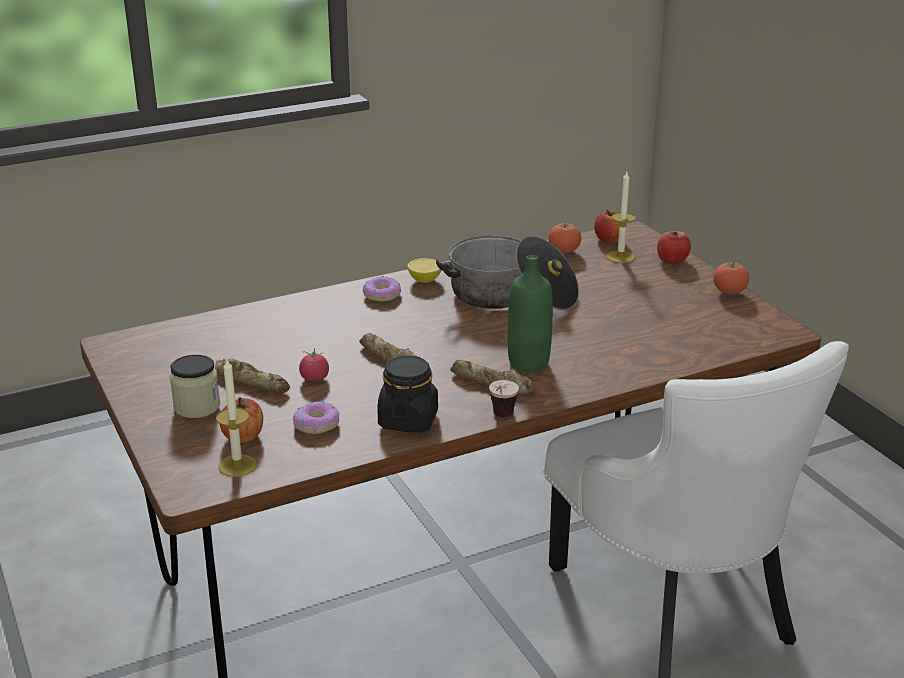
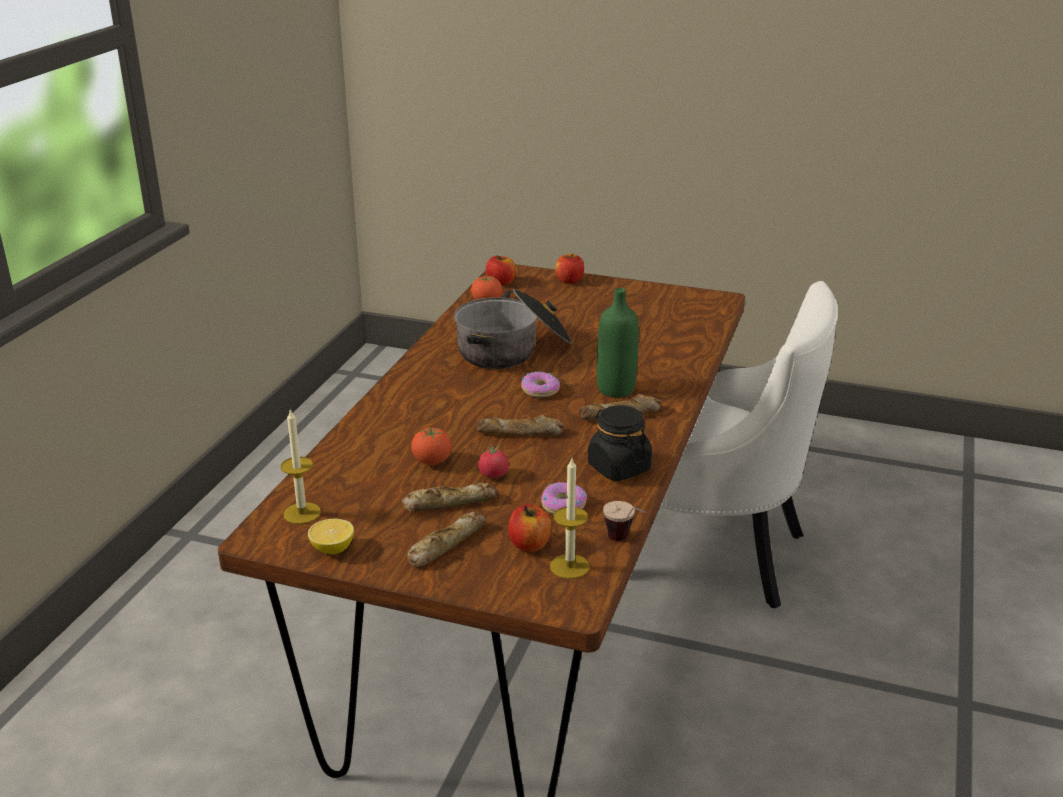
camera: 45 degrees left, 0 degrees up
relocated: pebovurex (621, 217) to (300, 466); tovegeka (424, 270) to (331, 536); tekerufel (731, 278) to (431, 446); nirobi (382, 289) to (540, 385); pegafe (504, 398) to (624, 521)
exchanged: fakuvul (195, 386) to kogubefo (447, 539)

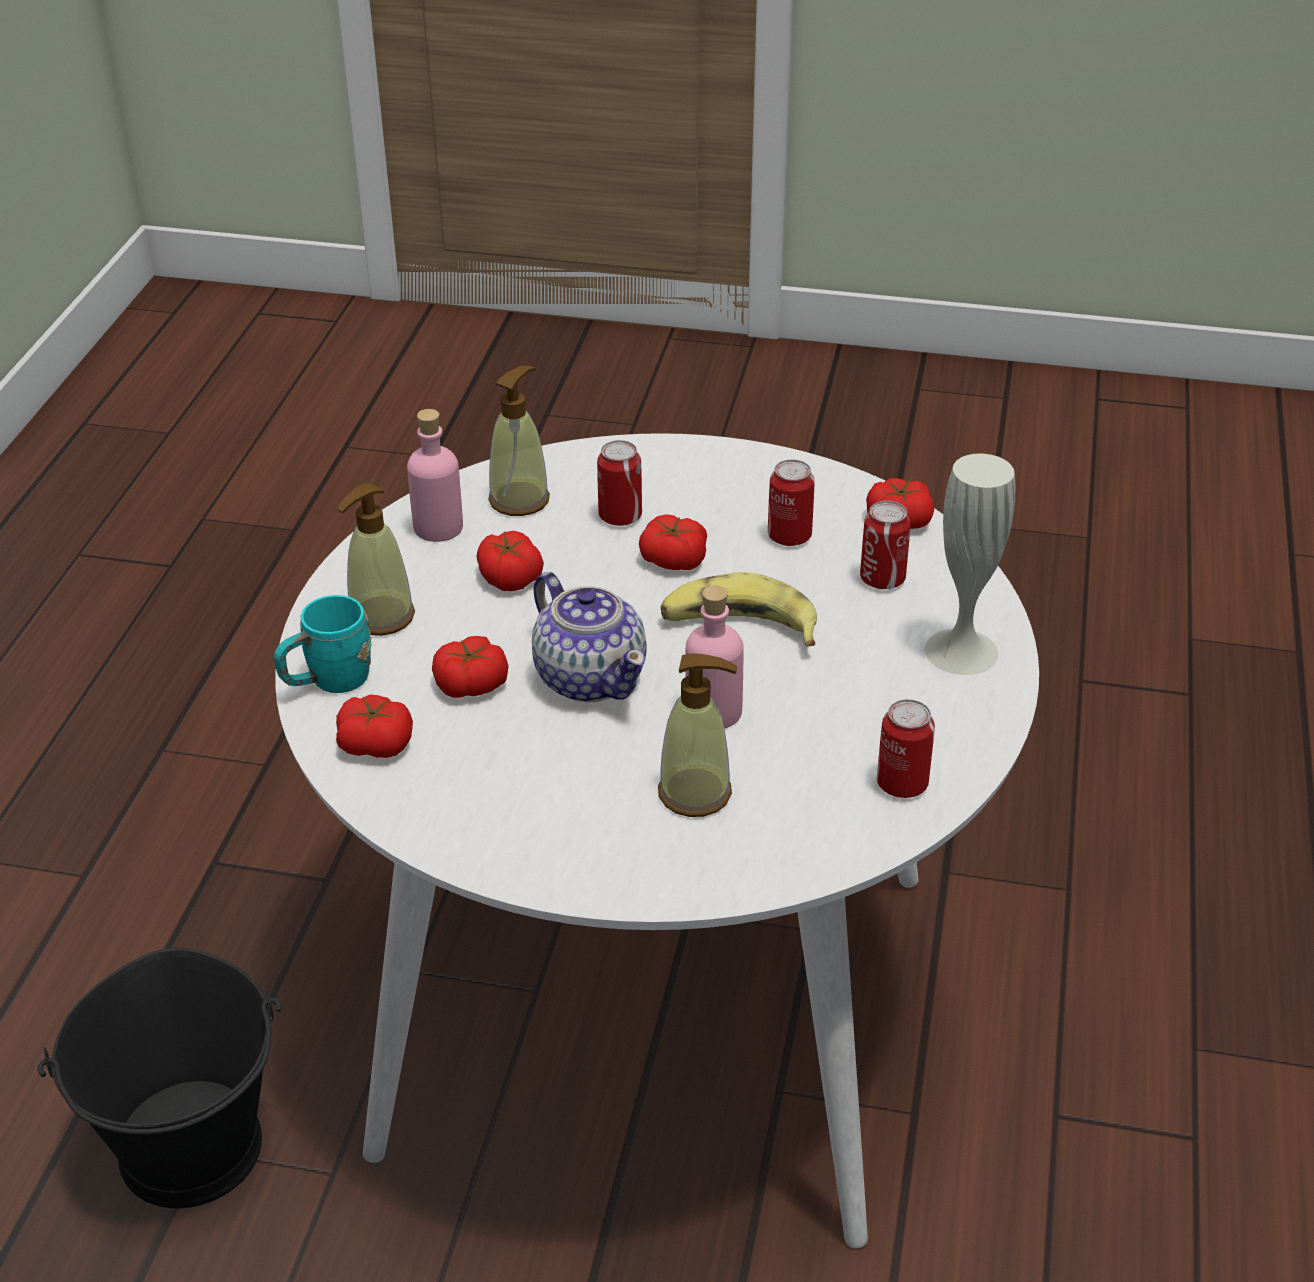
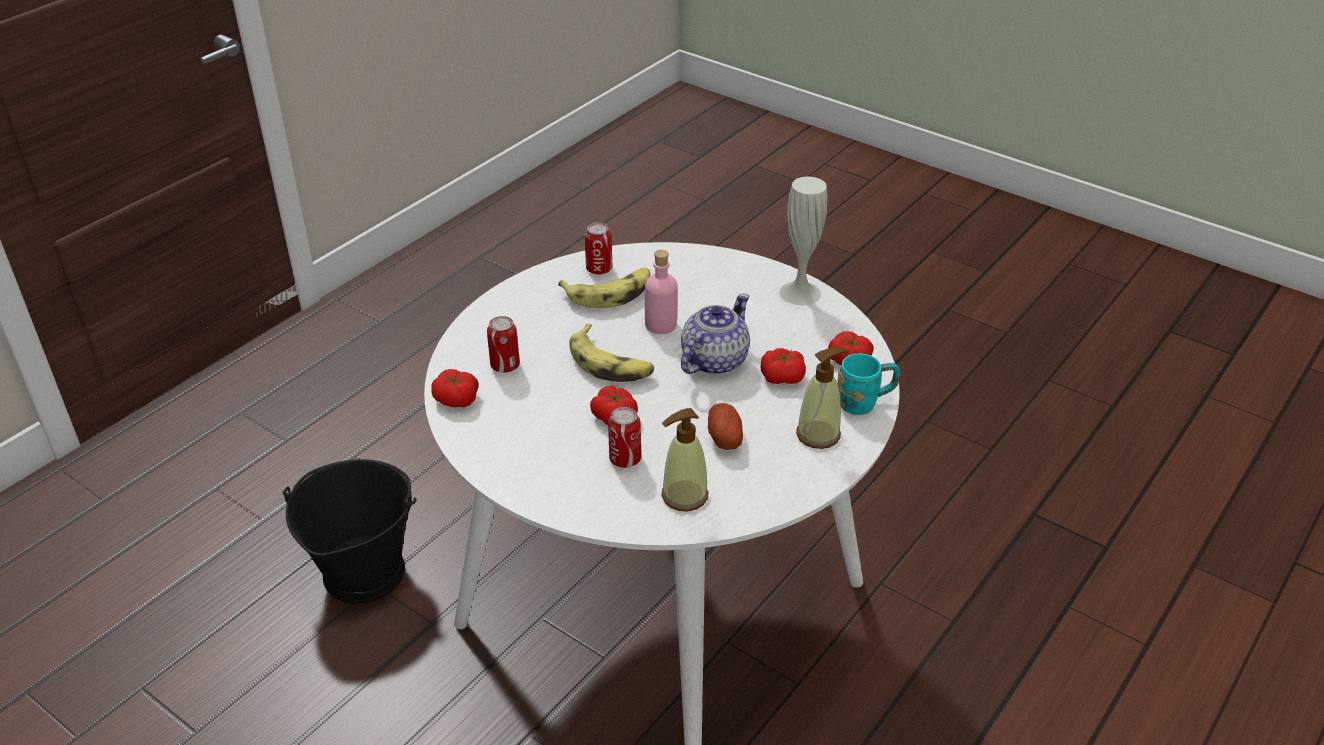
camera: 155 degrees left, 0 degrees up
missing: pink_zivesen (435, 475); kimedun (791, 502); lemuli (698, 735)
appeared: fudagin (604, 288)
relocated: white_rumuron (970, 564) to (803, 241); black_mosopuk (160, 1078) to (349, 531)
exchanged: tekerufel (510, 561) to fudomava (725, 426)
spun: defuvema (589, 637) = (715, 334) 45 degrees clockwise

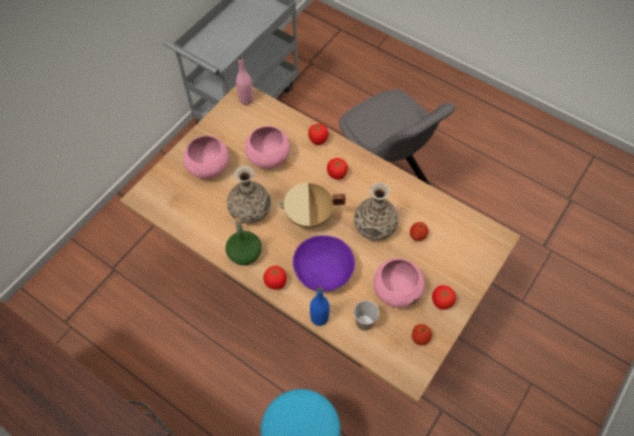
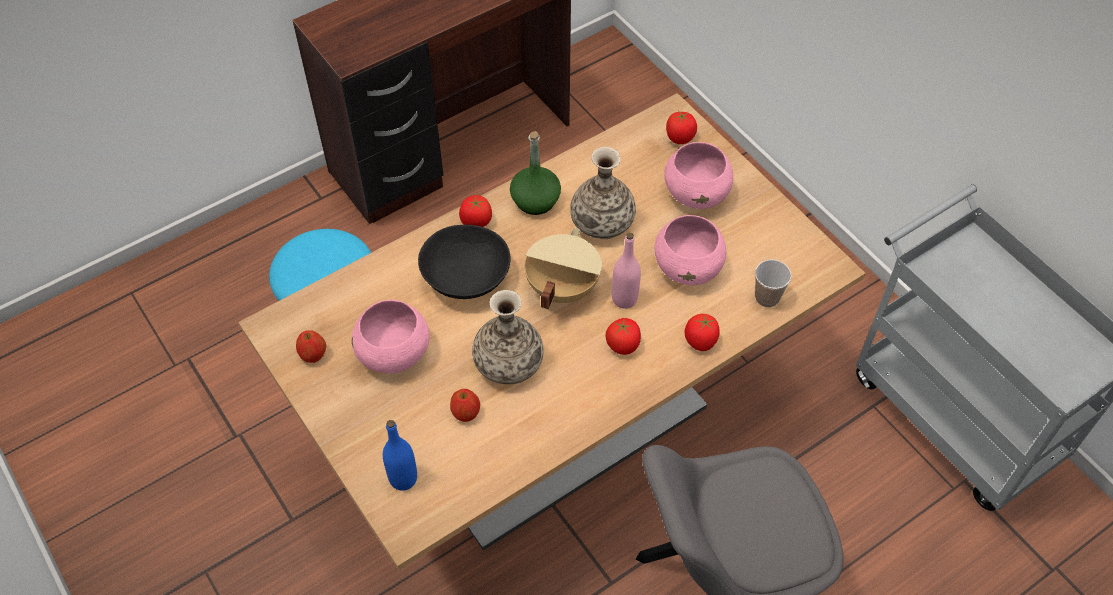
camera: 110 degrees right, 5 degrees down
relocated: pink_zivesen (245, 80) to (626, 271); tekerufel (444, 297) to (681, 127); blue_zivesen (320, 306) to (400, 455); pegafe (366, 315) to (773, 283)
colour: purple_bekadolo (324, 263) to black_bekadolo (464, 262)

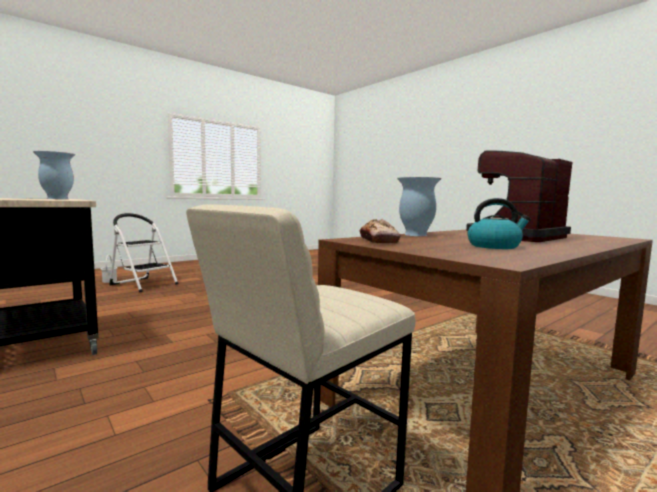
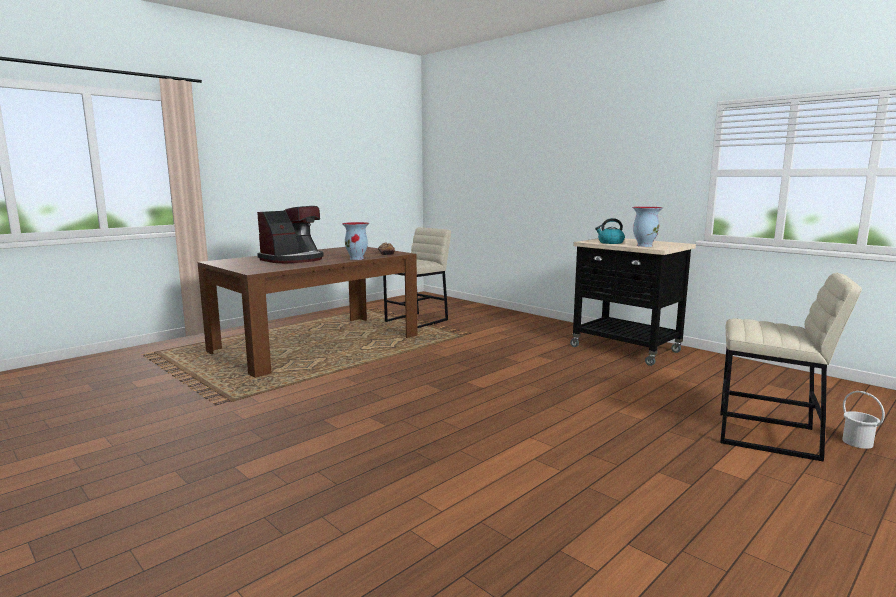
camera: 175 degrees right, 5 degrees up
relocated: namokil (499, 223) to (610, 231)
exchanged: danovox (144, 252) to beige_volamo (791, 367)

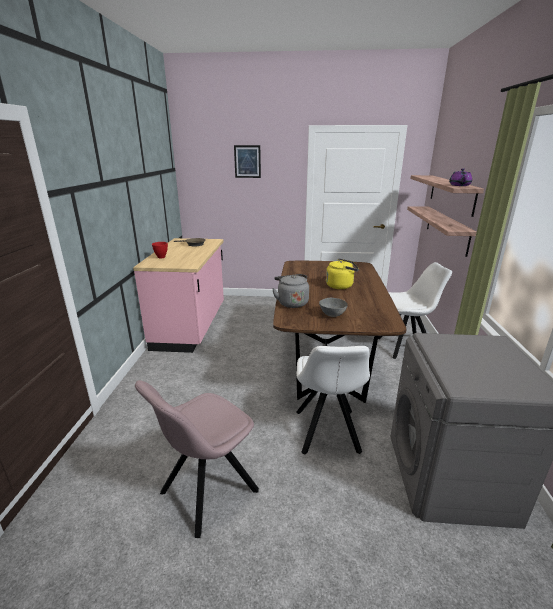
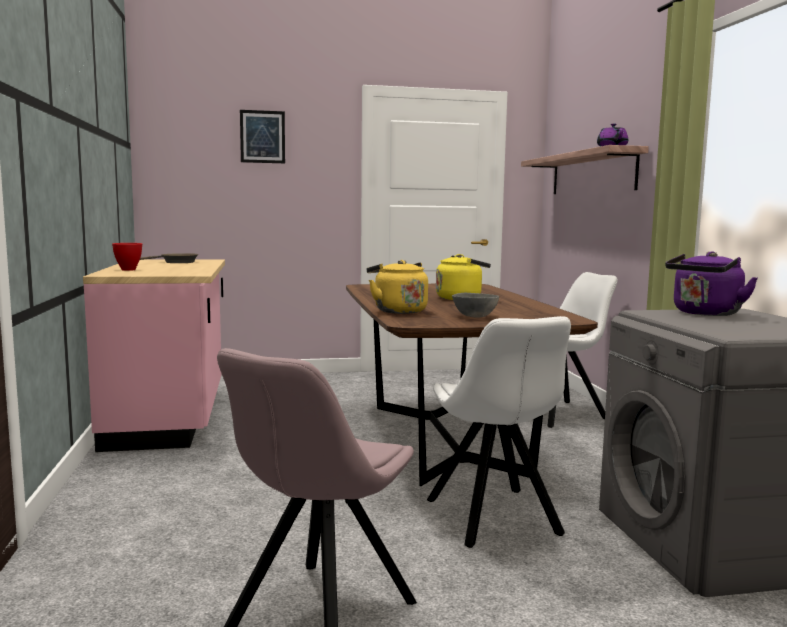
camera: 15 degrees left, 15 degrees down
missing: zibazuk (442, 231)
appeared: purple_namokil (711, 283)
colour: grey_namokil (290, 291) to yellow_namokil (397, 287)

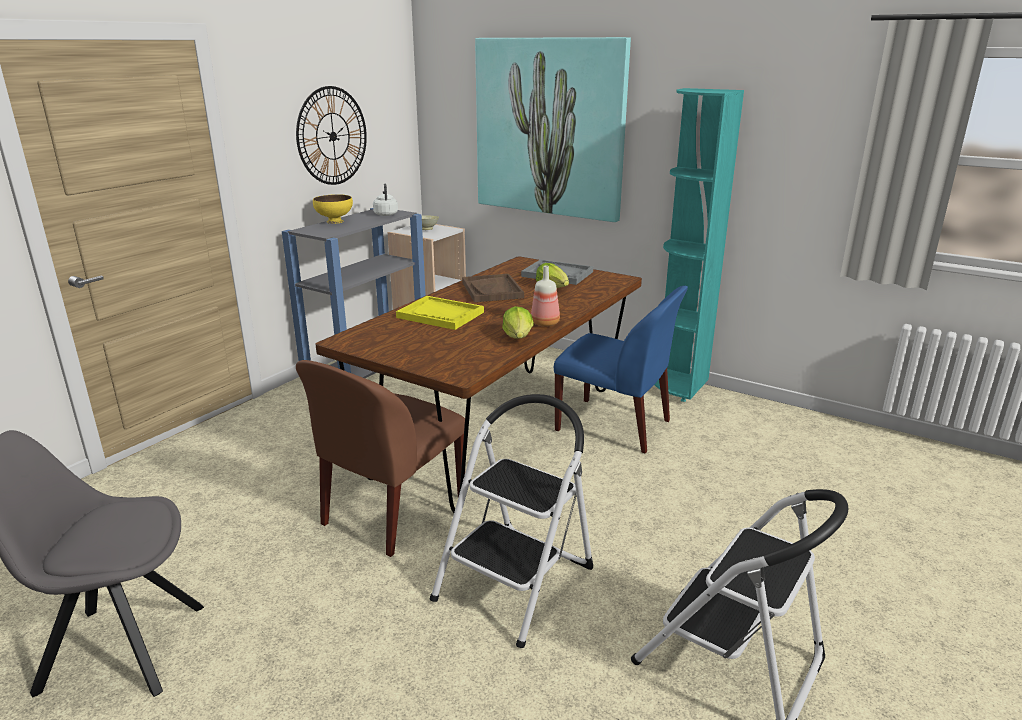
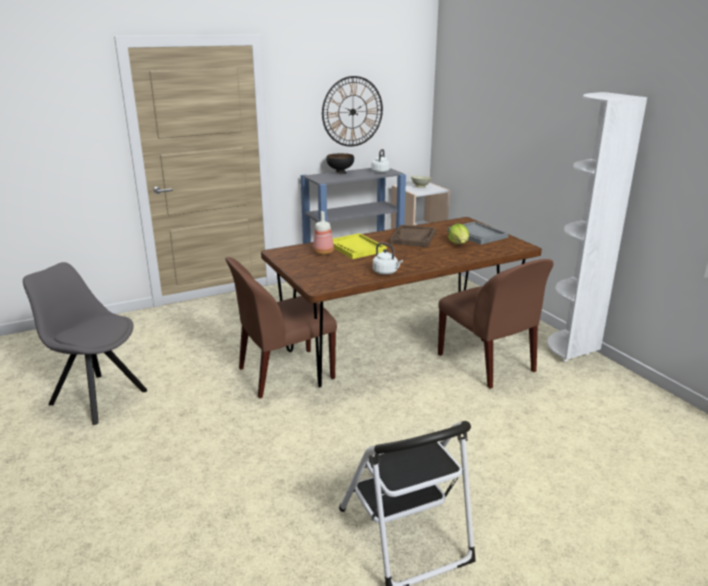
camera: 30 degrees right, 0 degrees up
missing: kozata (553, 129); danovox (511, 521)
relocated: zivesen (545, 295) to (323, 233)
exchanged: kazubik (518, 322) to white_namokil (388, 259)
colour: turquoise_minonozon (699, 245) to white_minonozon (597, 226); yellow_bekadolo (333, 209) to black_bekadolo (340, 163); blue_volamo (621, 370) to brown_volamo (495, 324)

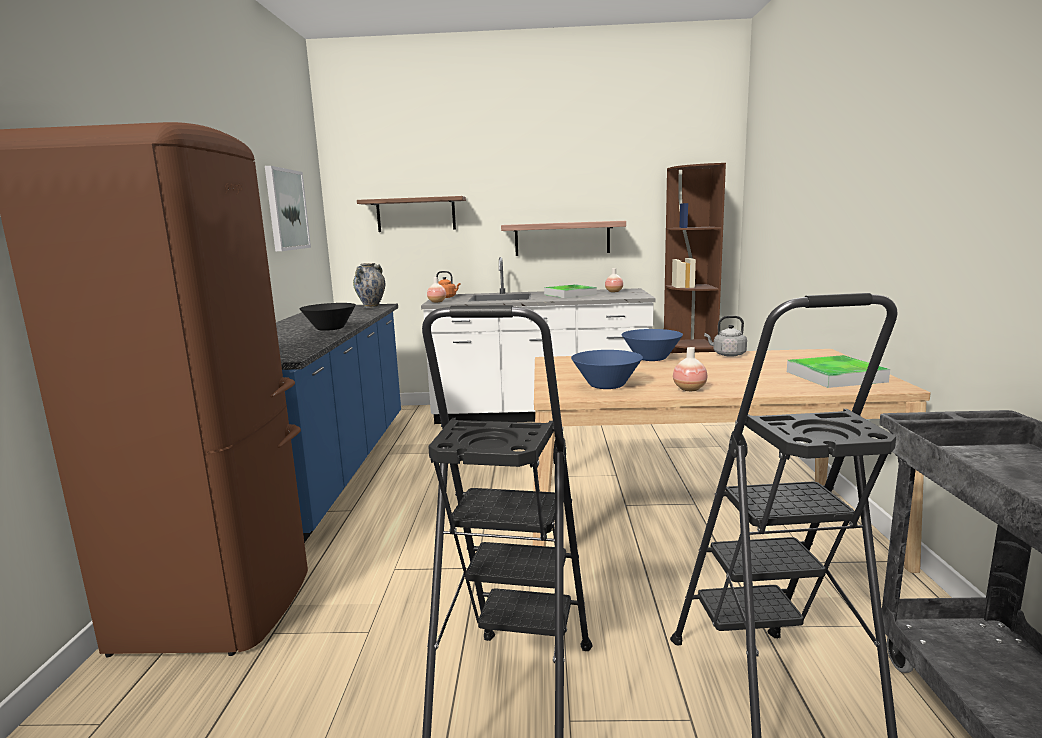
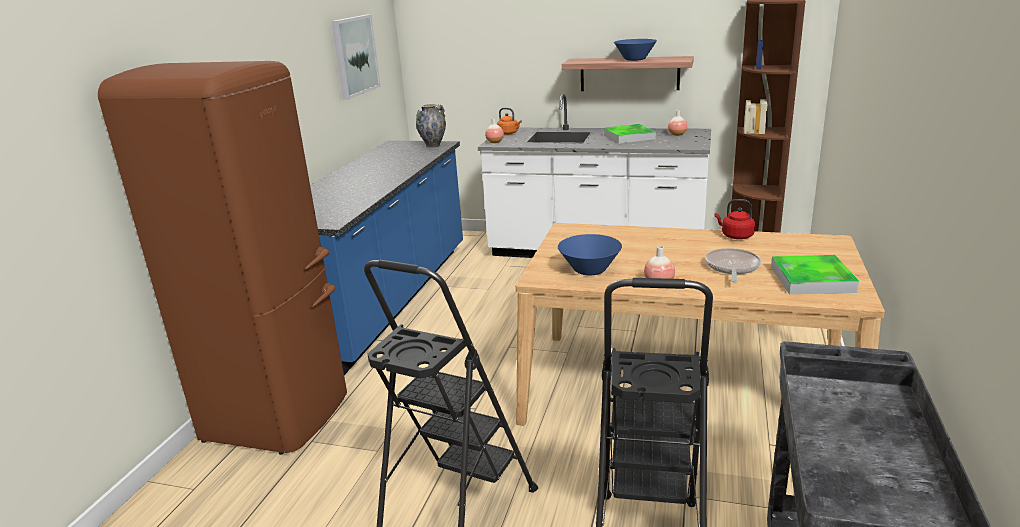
camera: 15 degrees right, 10 degrees up
missing: zibazuk (411, 214); black_bekadolo (327, 317)
appeared: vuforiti (733, 265)
relocated: blue_bekadolo (652, 345) to (635, 50)
colour: grey_namokil (725, 336) to red_namokil (735, 219)

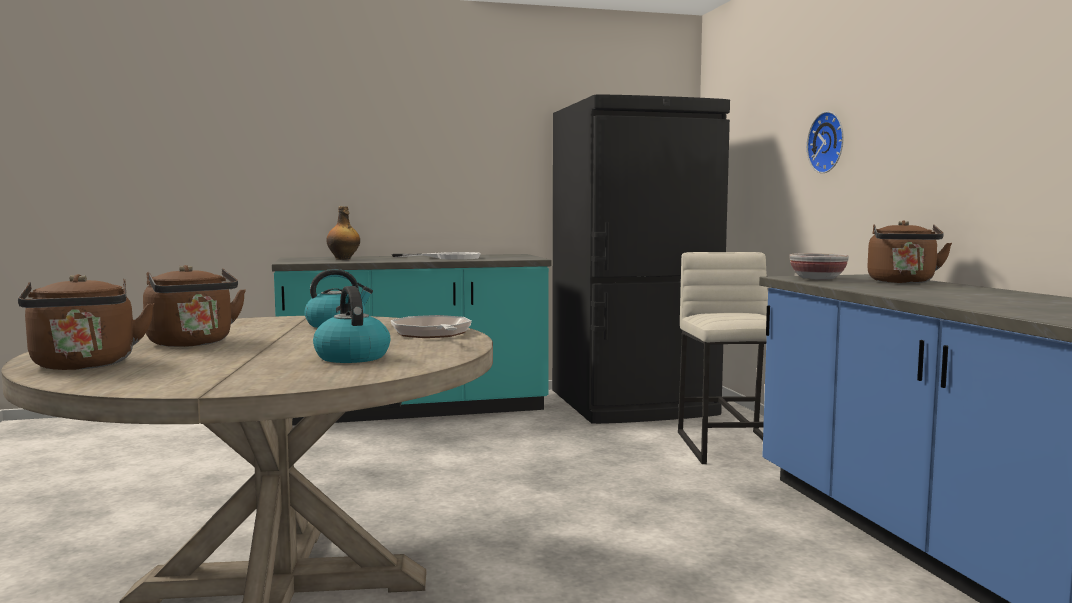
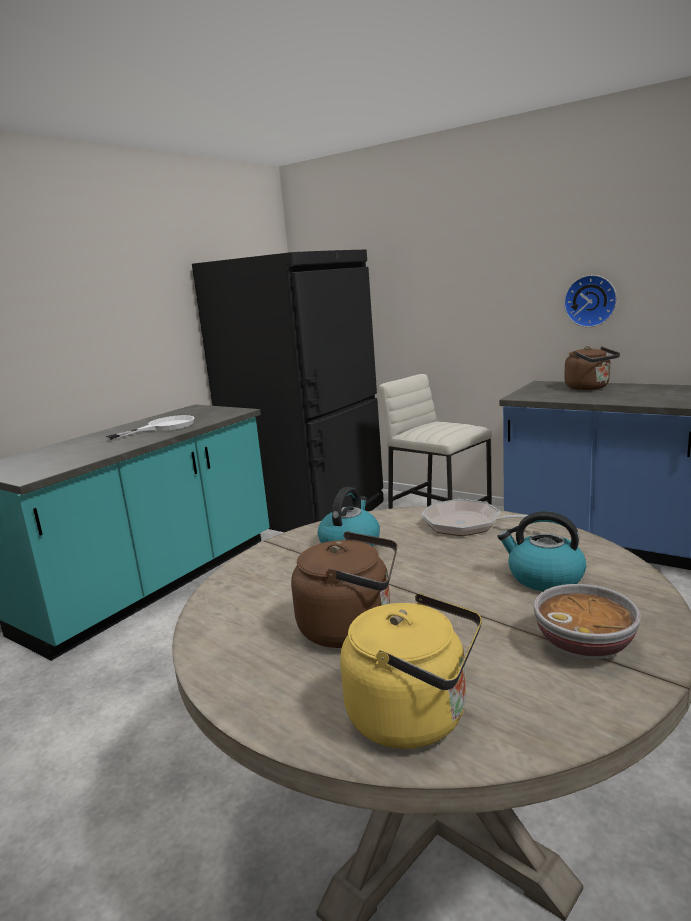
camera: 40 degrees left, 10 degrees up
missing: zivesen (343, 233)
relocated: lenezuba (825, 142) to (590, 301); bekadolo (819, 266) to (587, 622)
colour: brown_namokil (86, 322) to yellow_namokil (411, 671)

